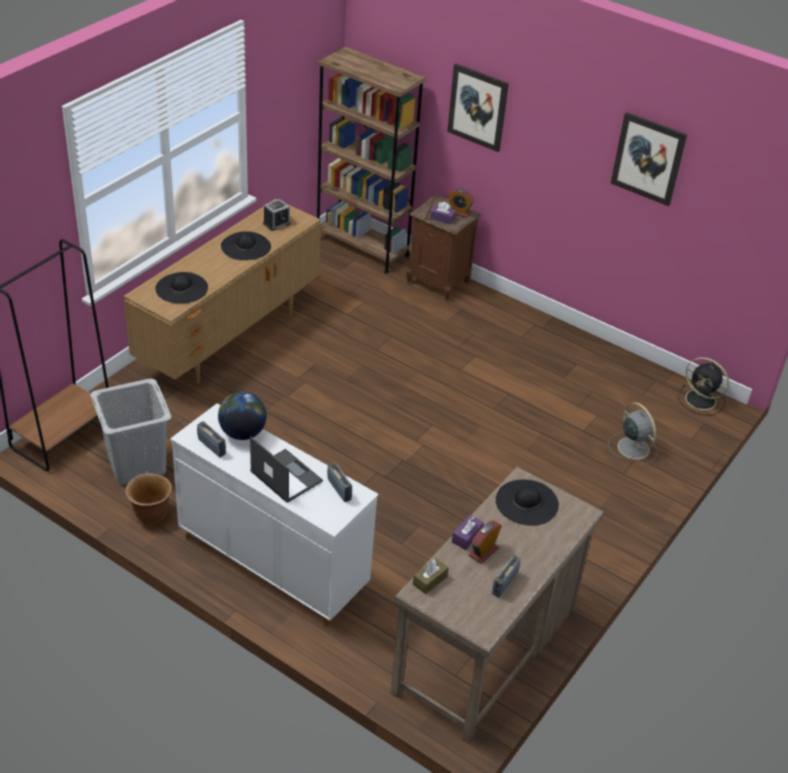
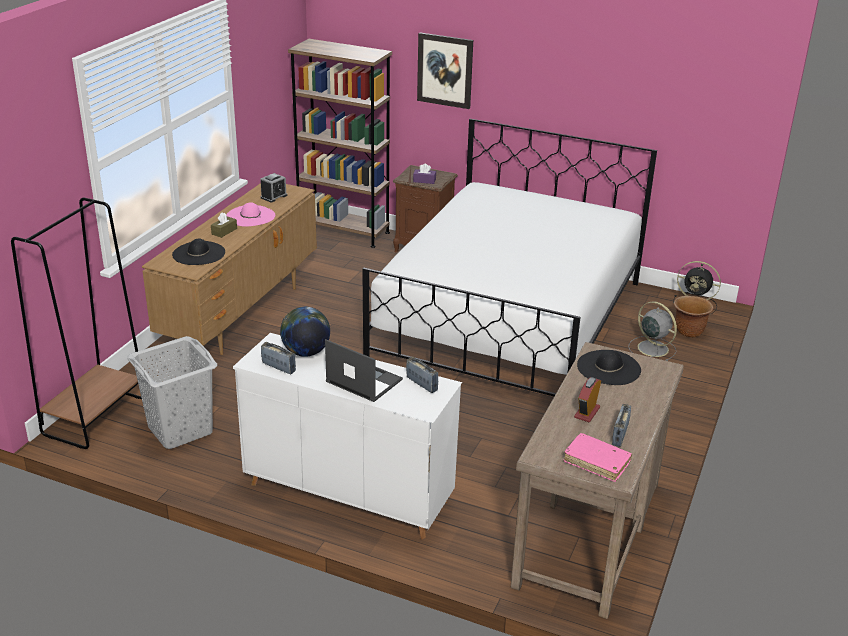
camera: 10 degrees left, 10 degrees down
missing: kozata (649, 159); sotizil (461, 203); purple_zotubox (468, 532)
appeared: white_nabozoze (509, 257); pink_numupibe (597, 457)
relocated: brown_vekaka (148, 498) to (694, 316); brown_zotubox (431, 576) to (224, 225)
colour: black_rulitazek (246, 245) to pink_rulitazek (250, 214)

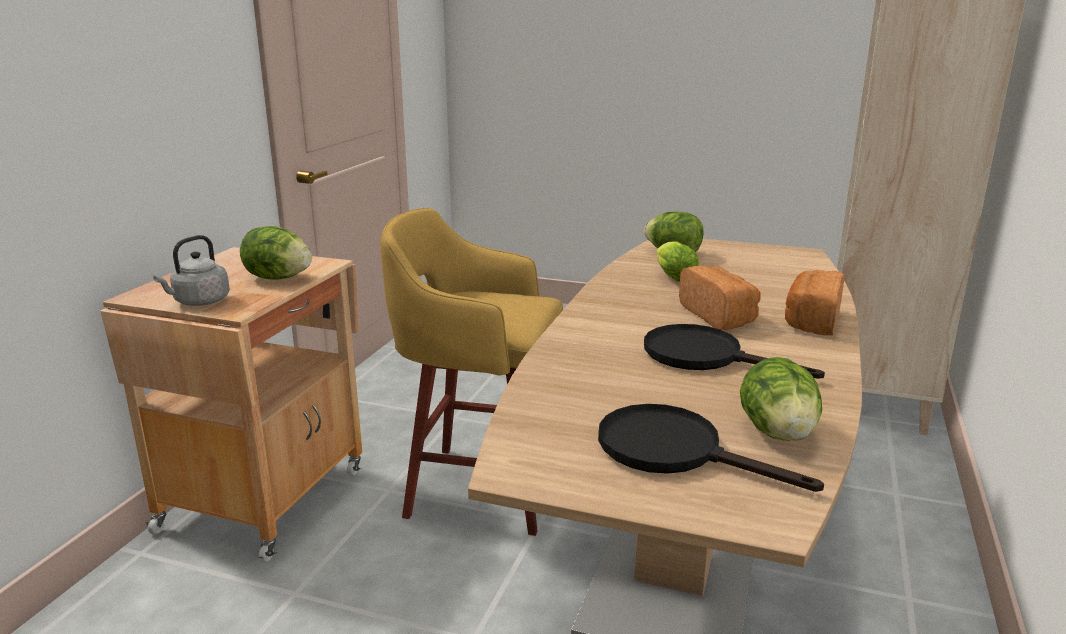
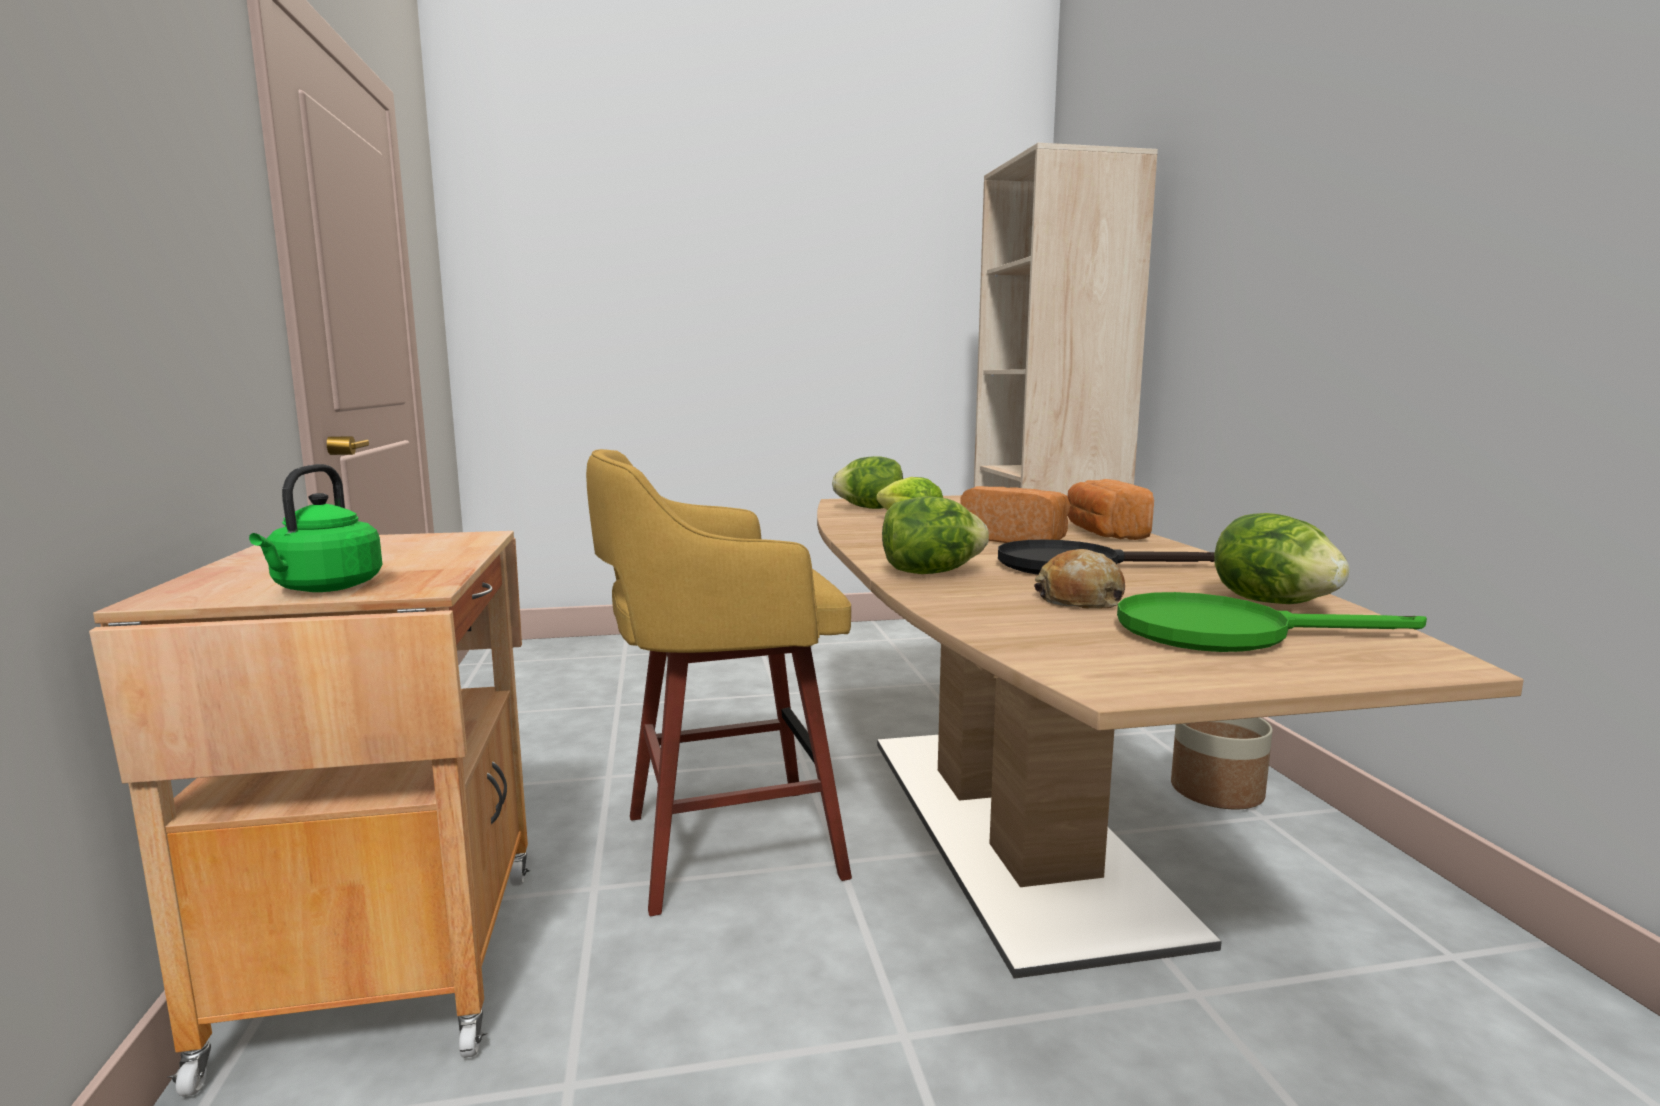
camera: 30 degrees left, 10 degrees down
appeared: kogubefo (1079, 578); vekaka (1222, 763)
relocated: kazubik (276, 253) to (935, 535)
colour: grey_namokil (191, 270) to green_namokil (315, 528); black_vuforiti (711, 448) to green_vuforiti (1272, 622)

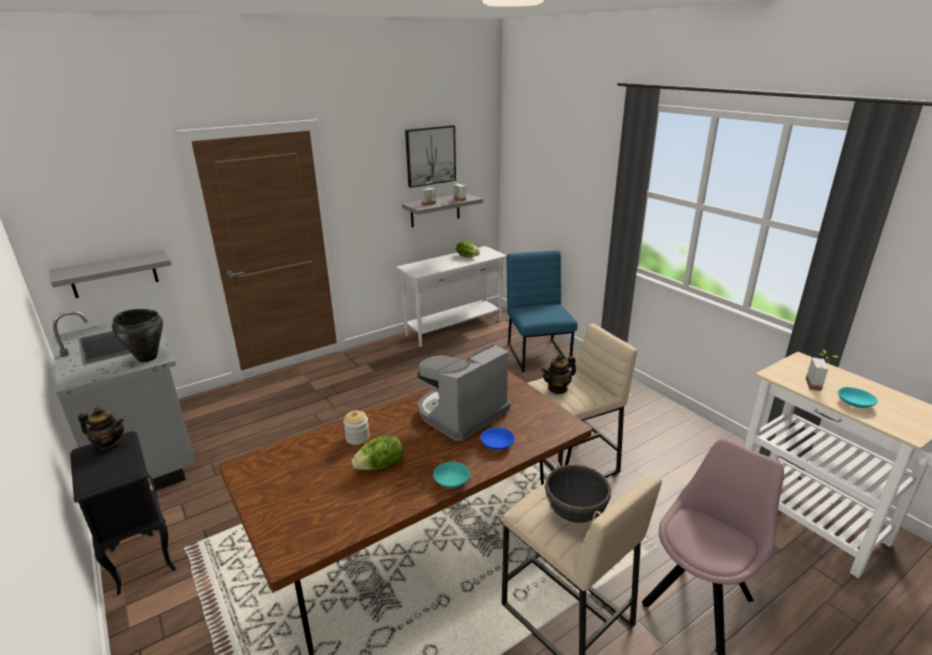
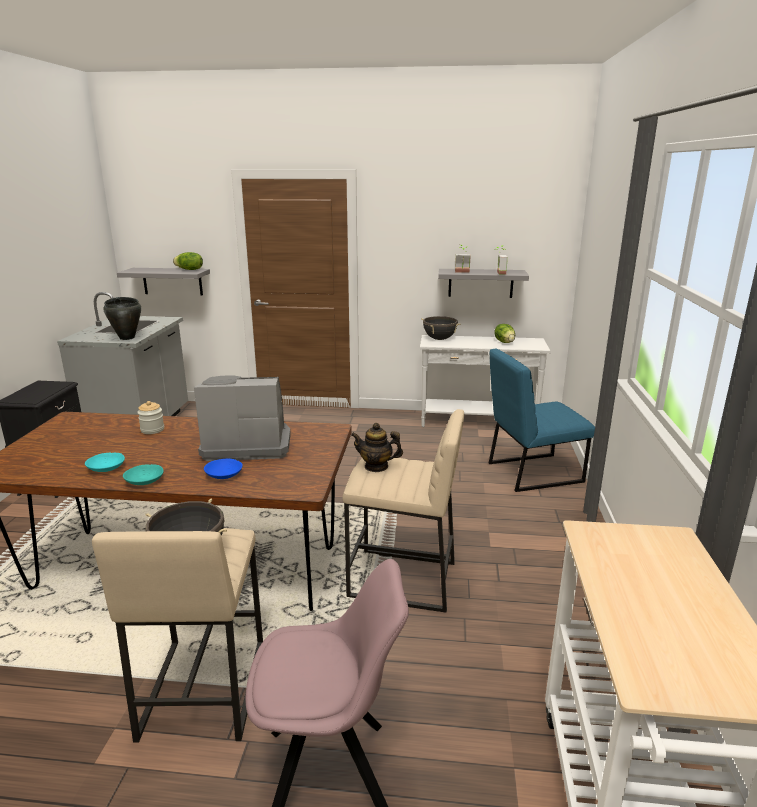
camera: 40 degrees right, 5 degrees down
missing: kozata (430, 156); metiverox (822, 370); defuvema (101, 429)
appeared: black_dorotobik (440, 328)
relocated: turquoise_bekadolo (858, 397) to (105, 462); kazubik (377, 452) to (188, 261)
spun: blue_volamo (542, 311) = (542, 420) 135 degrees counterclockwise

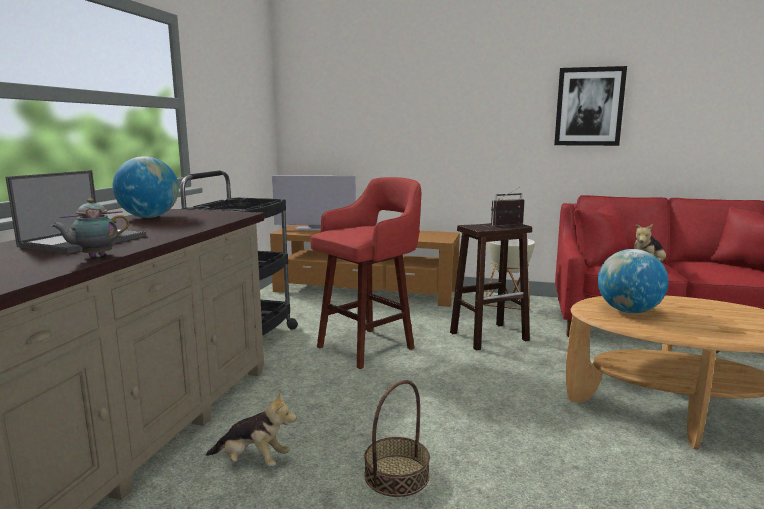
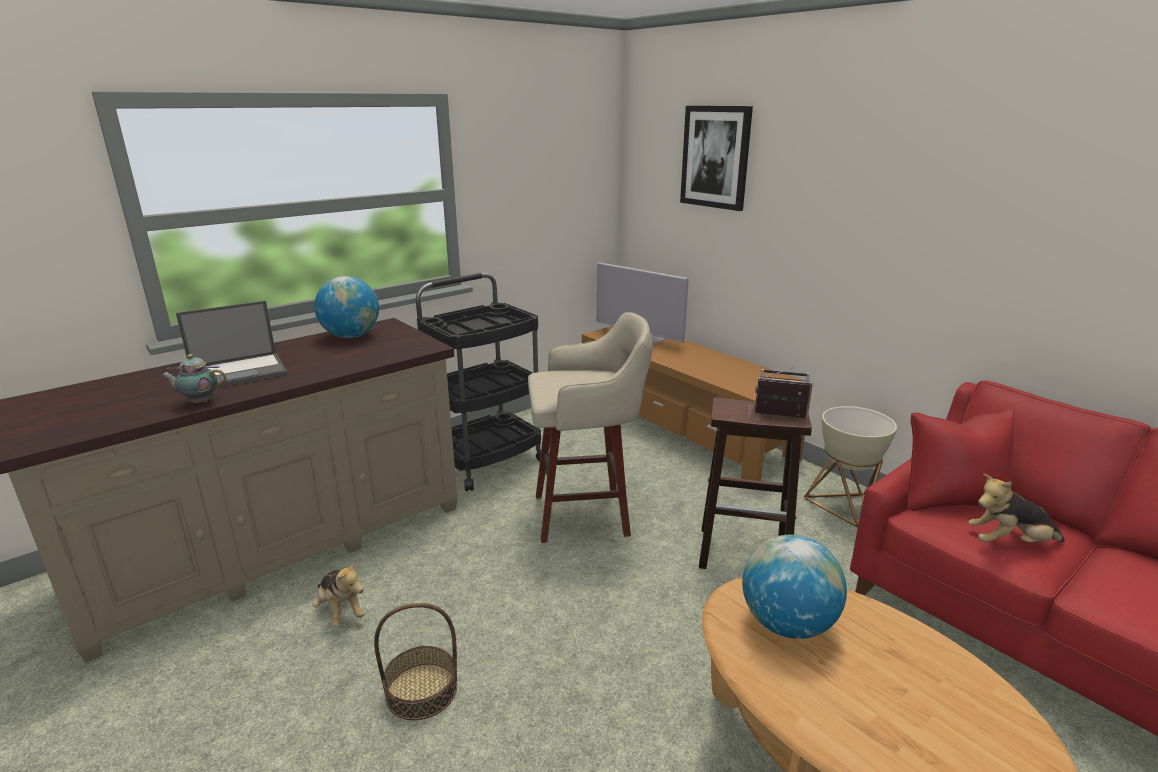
camera: 35 degrees right, 10 degrees up
relocated: kozata (590, 106) to (716, 158)
colour: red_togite (365, 273) to beige_togite (590, 427)

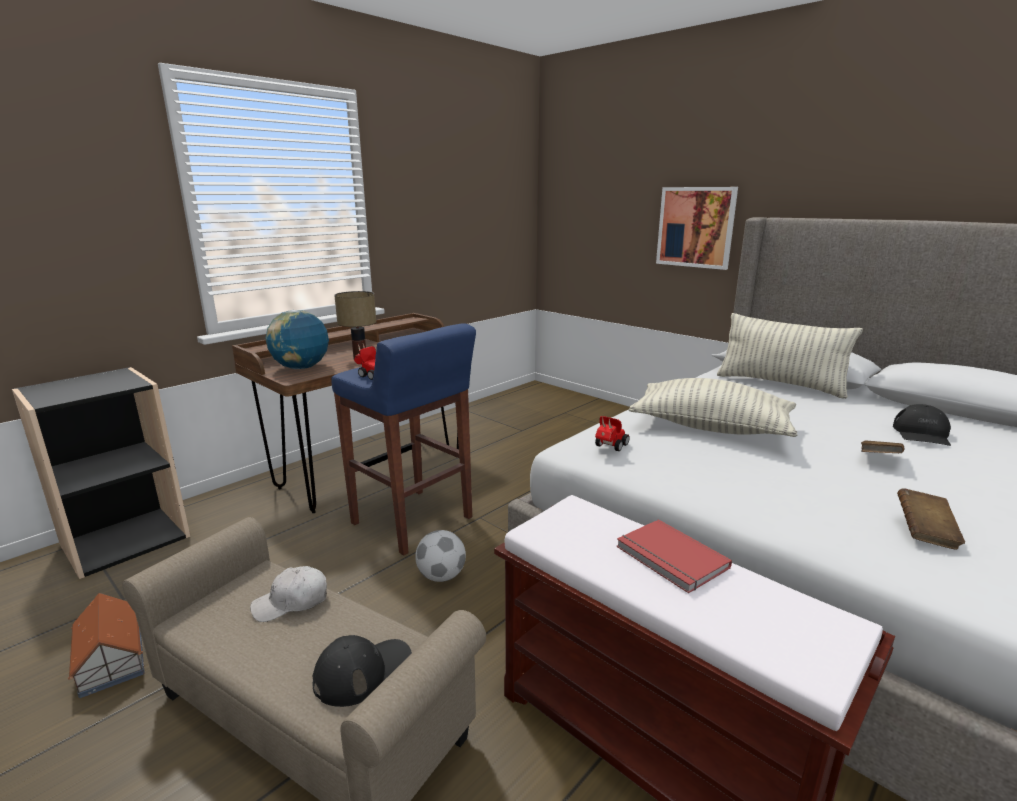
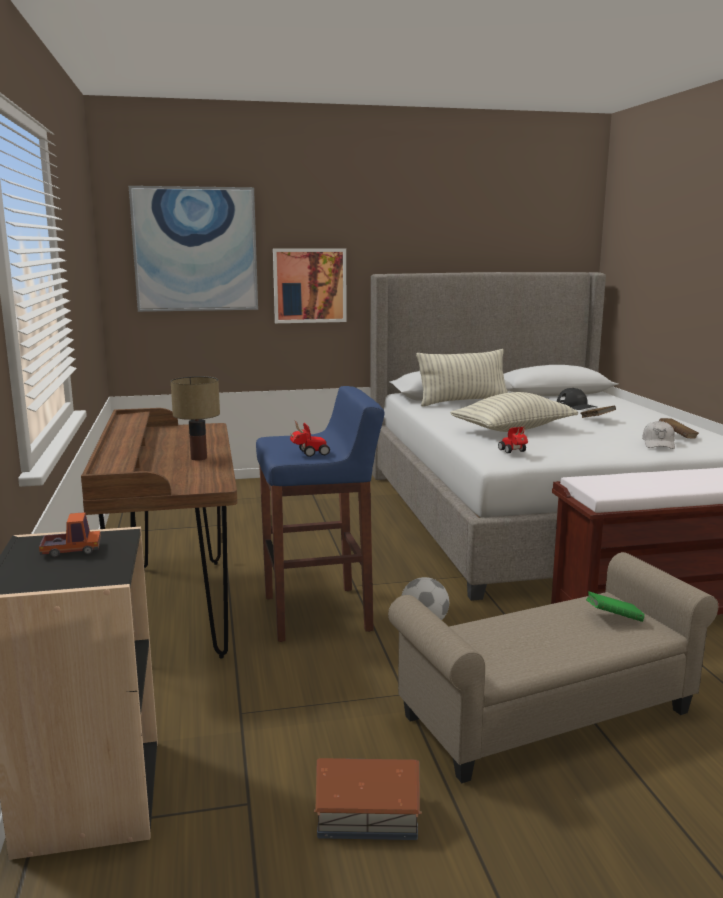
camera: 55 degrees left, 5 degrees down
missing: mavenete (297, 339); red_numupibe (674, 556)
appeared: kozata (193, 249); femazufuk (70, 534)
relocated: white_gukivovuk (288, 594) to (658, 435)
exchanged: black_gukivovuk (362, 671) to green_numupibe (615, 606)

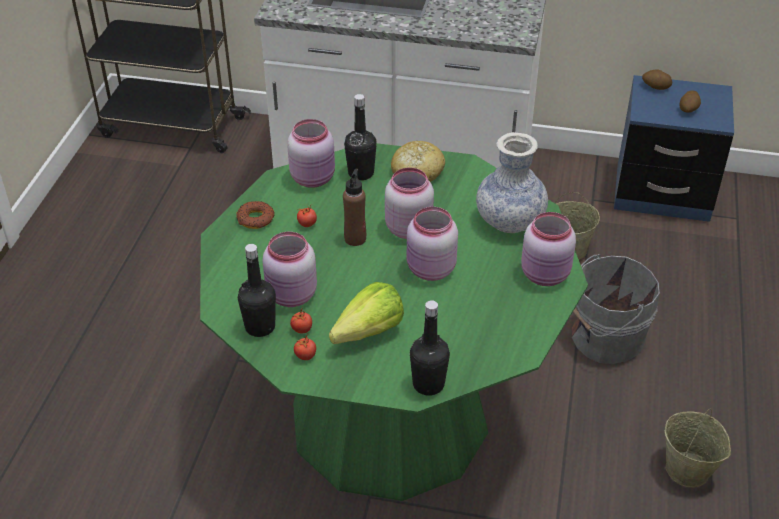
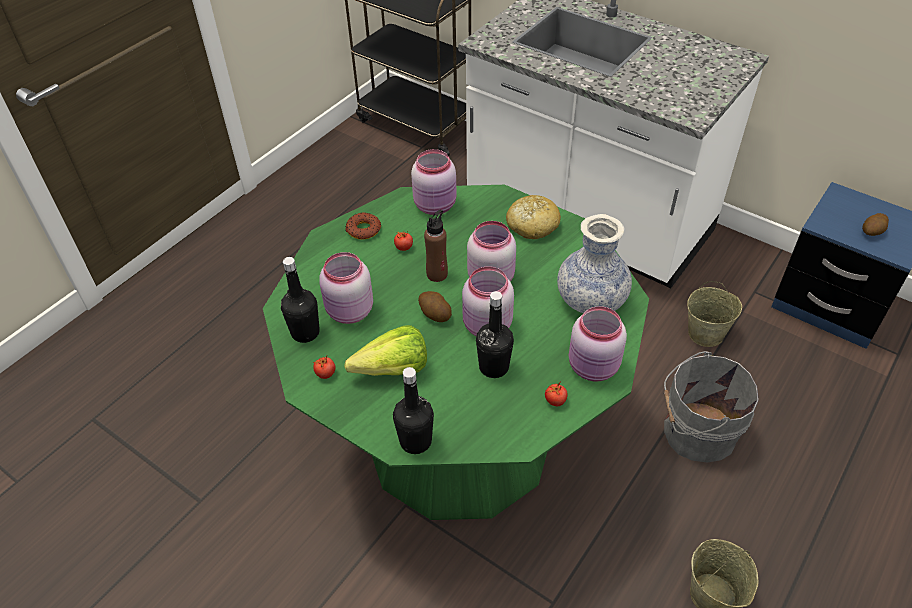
camera: 25 degrees right, 5 degrees up
relocated: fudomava (657, 79) to (435, 306); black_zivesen (360, 137) to (495, 334); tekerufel (301, 320) to (556, 394)

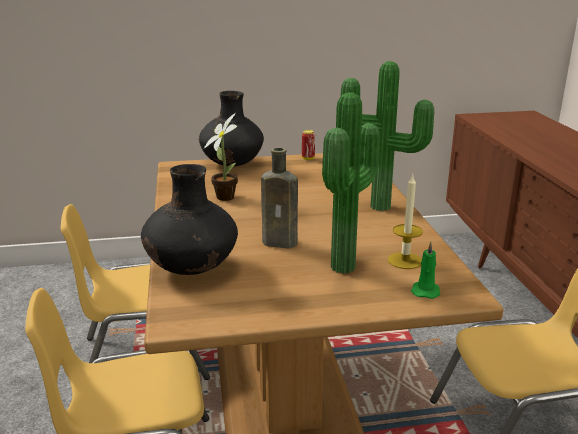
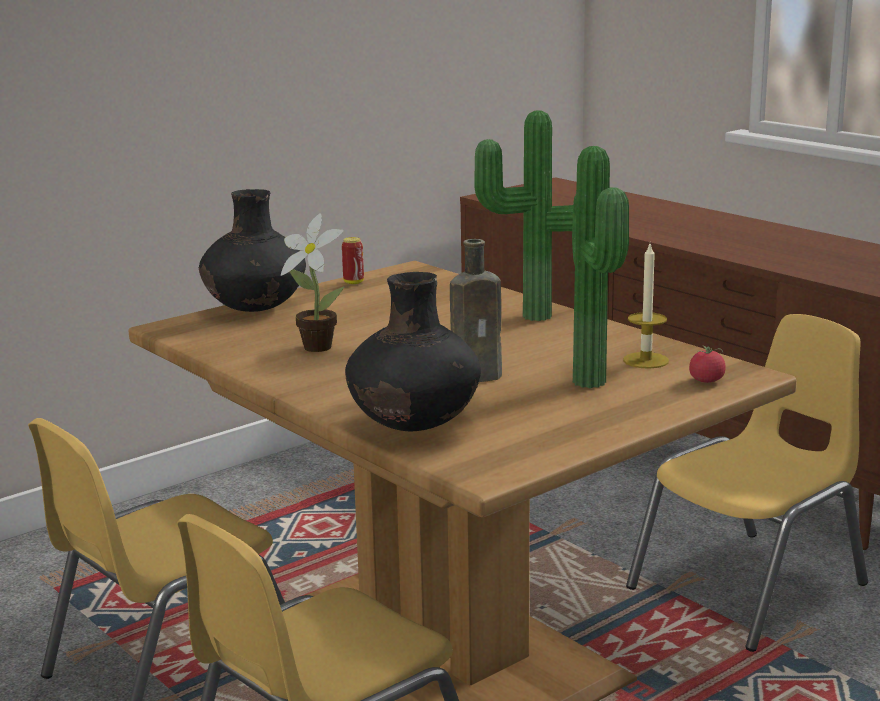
camera: 30 degrees left, 5 degrees down
exchanged: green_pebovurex (425, 270) to tekerufel (707, 364)

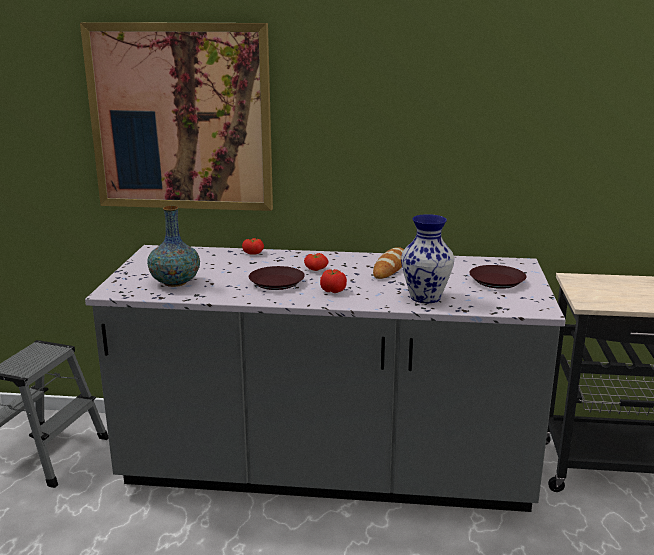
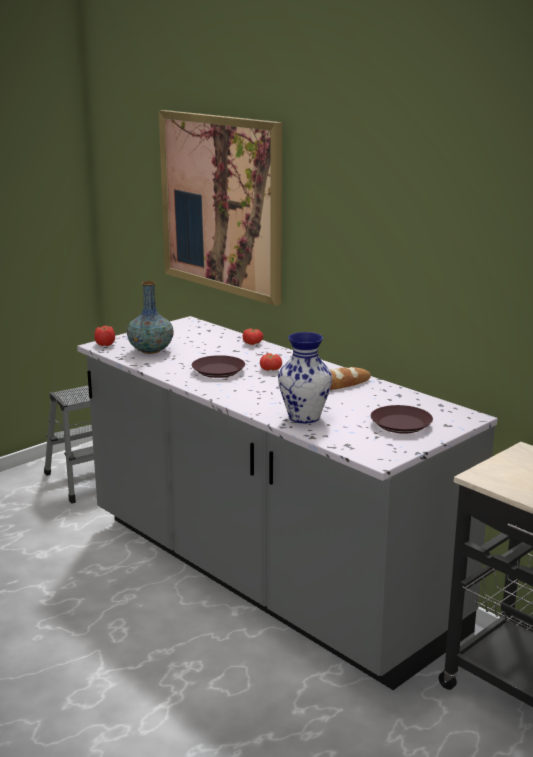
camera: 40 degrees right, 0 degrees up
relocated: tekerufel (333, 281) to (104, 336)

